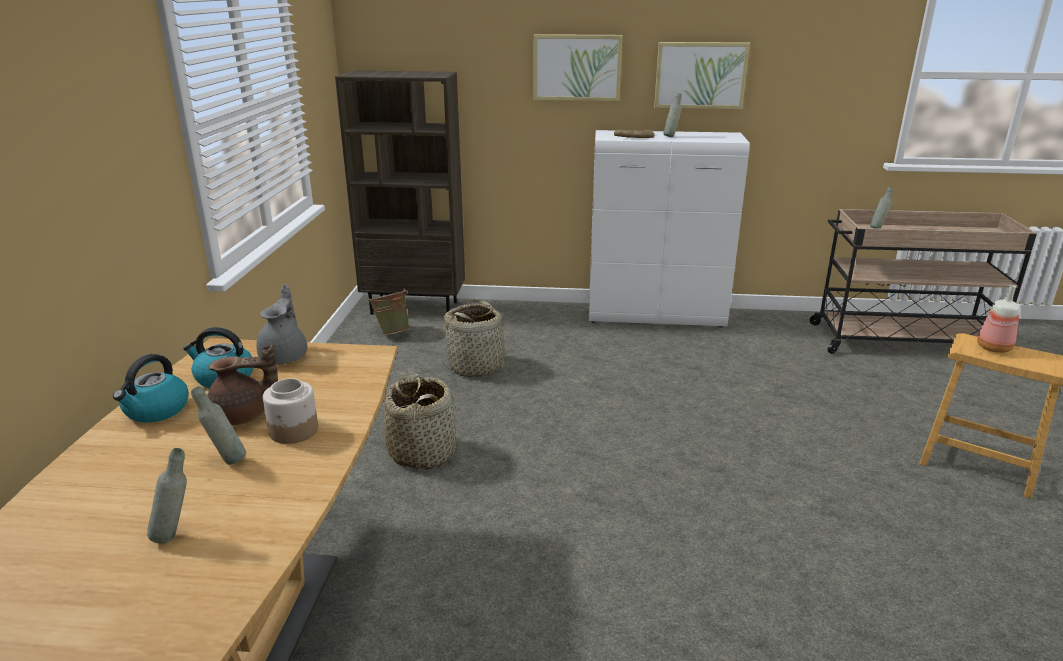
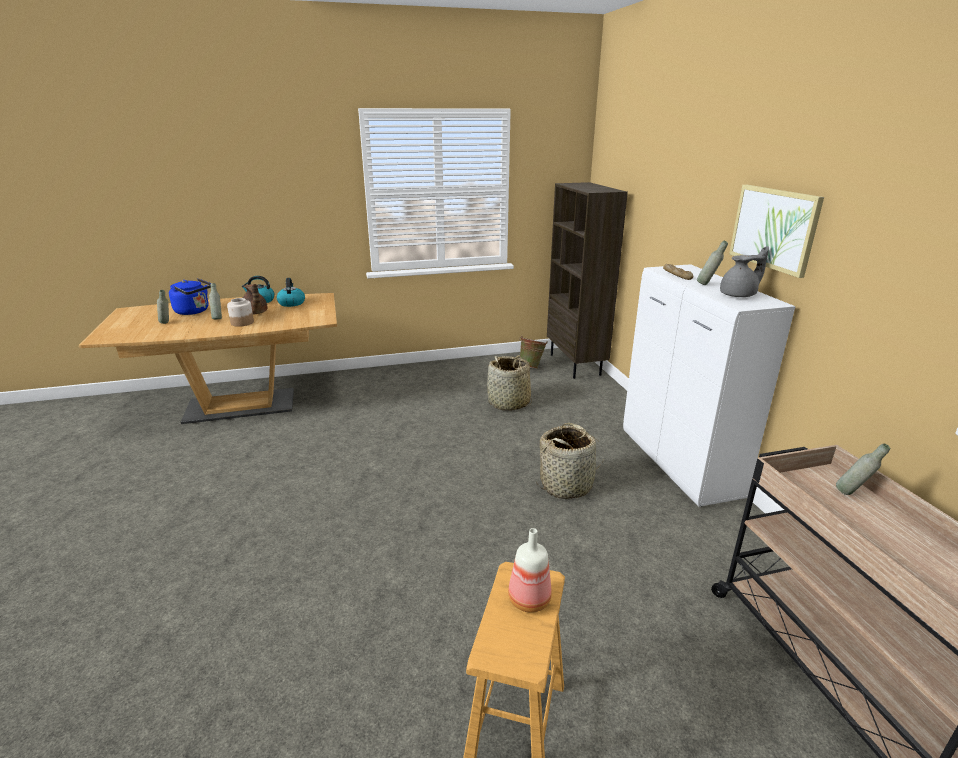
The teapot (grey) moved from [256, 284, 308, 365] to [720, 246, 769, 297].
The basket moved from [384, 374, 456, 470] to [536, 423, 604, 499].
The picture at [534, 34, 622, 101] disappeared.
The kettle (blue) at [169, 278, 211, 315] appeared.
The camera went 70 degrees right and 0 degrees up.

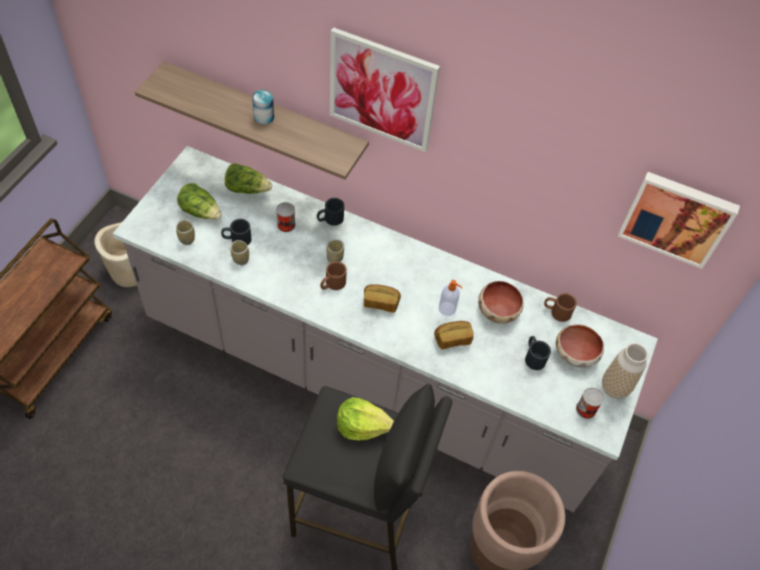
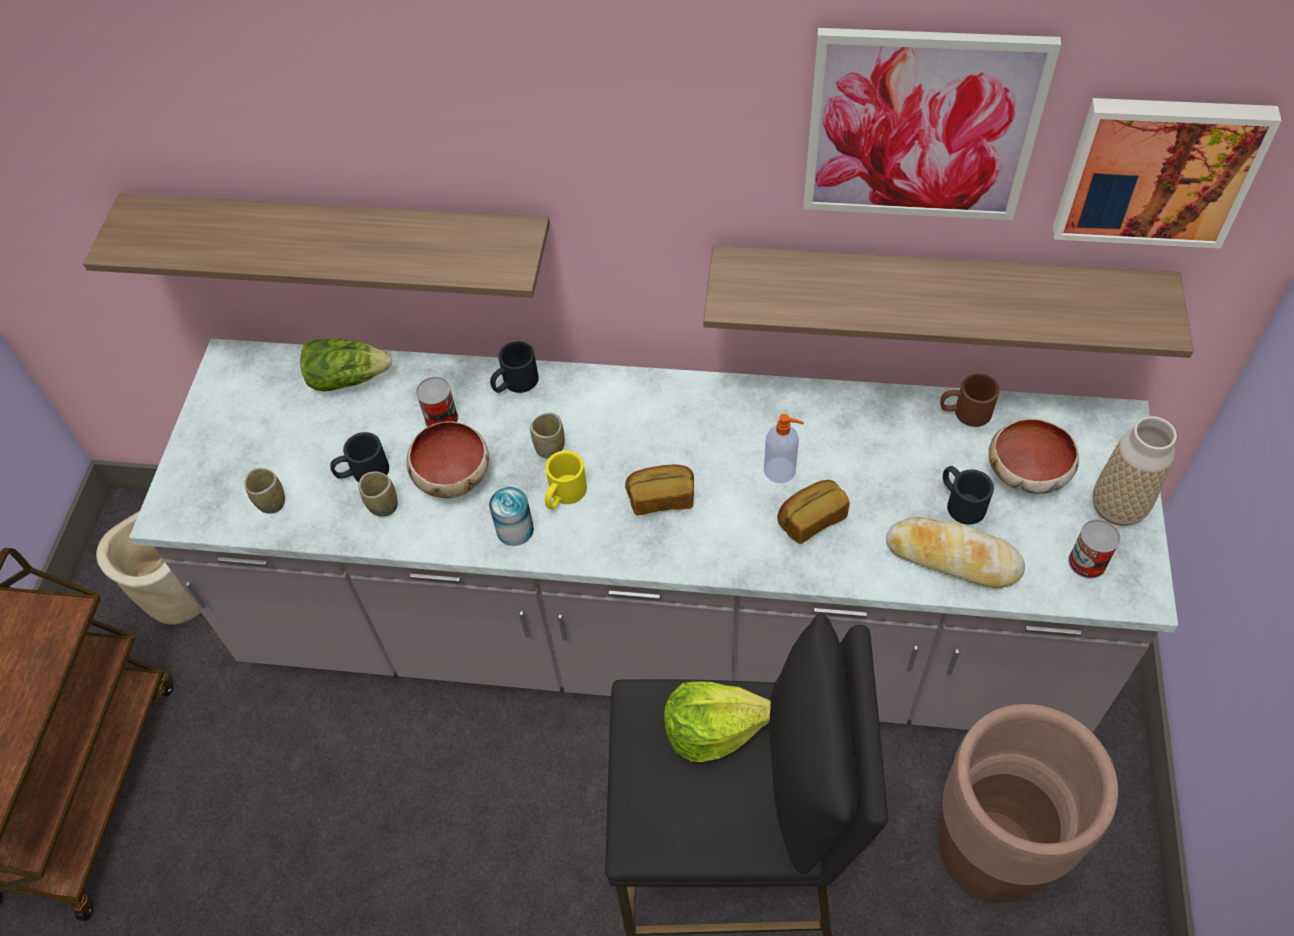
The lettuce at [177, 183, 222, 220] disappeared.
The can moved from [252, 90, 274, 124] to [489, 487, 534, 546].
The mug (brown) at [320, 261, 347, 290] became the mug (yellow) at [545, 451, 587, 510].
The picture moved from [330, 27, 440, 152] to [803, 28, 1061, 220].
The bowl moved from [478, 281, 524, 324] to [406, 421, 489, 498].
The shelf at [703, 246, 1194, 358] appeared.
The bread at [886, 517, 1025, 588] appeared.
The camera went 10 degrees left and 0 degrees up.

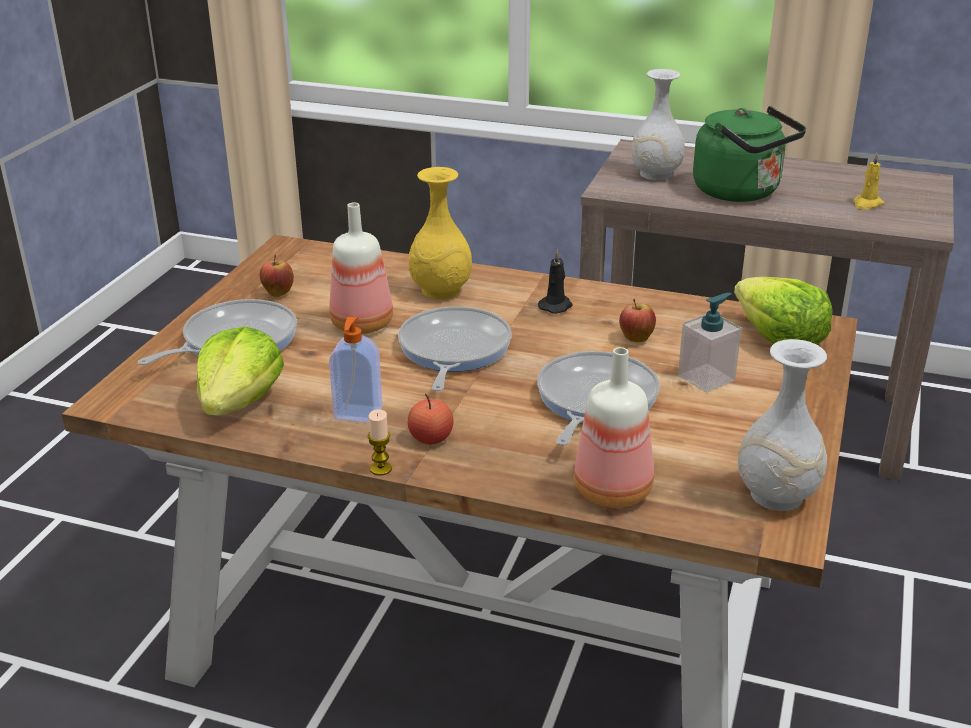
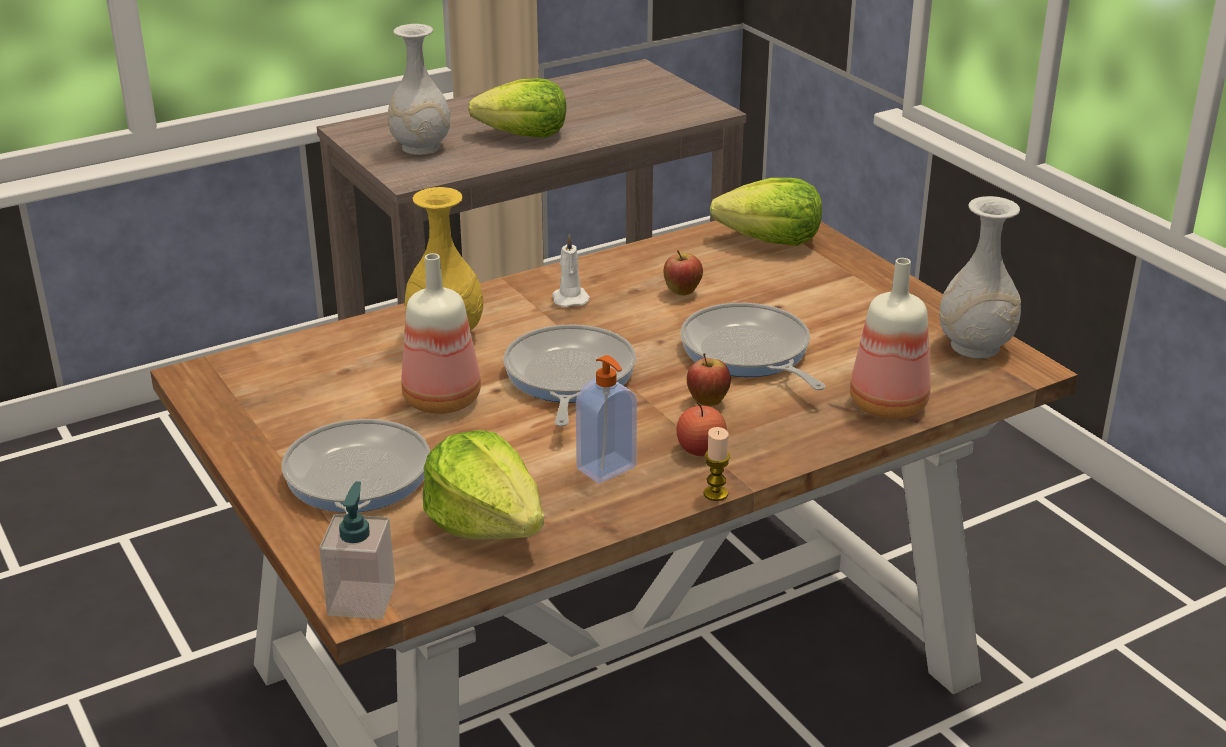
The apple moved from [260, 255, 294, 297] to [687, 353, 731, 406].
The frying pan at [398, 306, 511, 391] turned 45 degrees clockwise.
The candle (black) at [538, 249, 573, 314] became the candle (white) at [552, 234, 590, 307].
The soap dispenser moved from [678, 293, 742, 393] to [319, 481, 395, 619].
The kettle (green) at [693, 106, 806, 202] was replaced by the lettuce at [468, 78, 566, 138].
The candle (yellow) at [853, 153, 884, 210] disappeared.
The camera went 50 degrees left and 0 degrees up.

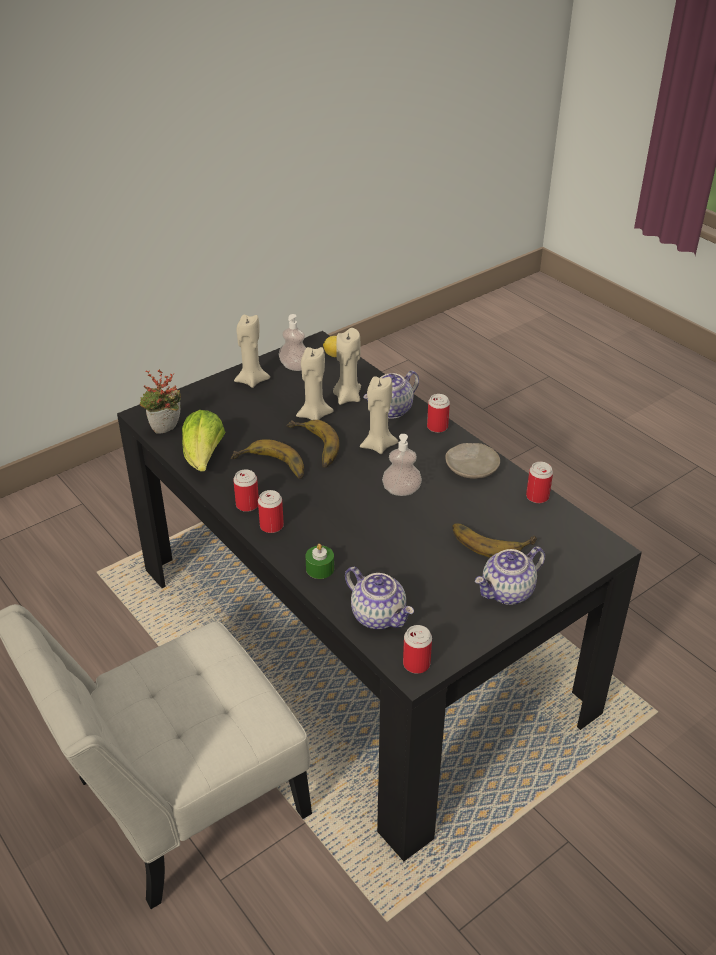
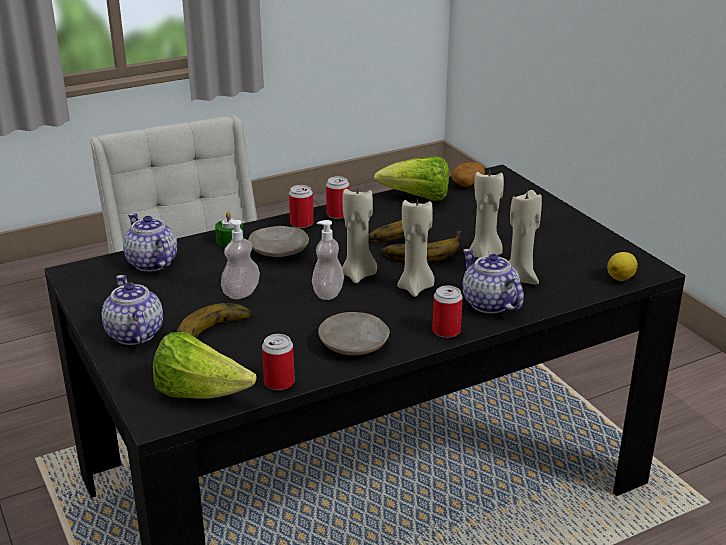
The potted plant at [140, 369, 181, 433] was replaced by the potato at [451, 162, 485, 187].
The candle (beige) moved from [234, 315, 270, 388] to [342, 186, 377, 284].
The soap dispenser moved from [278, 314, 306, 371] to [221, 220, 260, 299].
The teapot at [345, 567, 414, 629] turned 90 degrees clockwise.
The can at [403, 625, 432, 674] disappeared.
The lettuce at [153, 332, 257, 398] appeared.
The plate (beige) at [248, 226, 309, 257] appeared.
The camera went 100 degrees right and 10 degrees down.

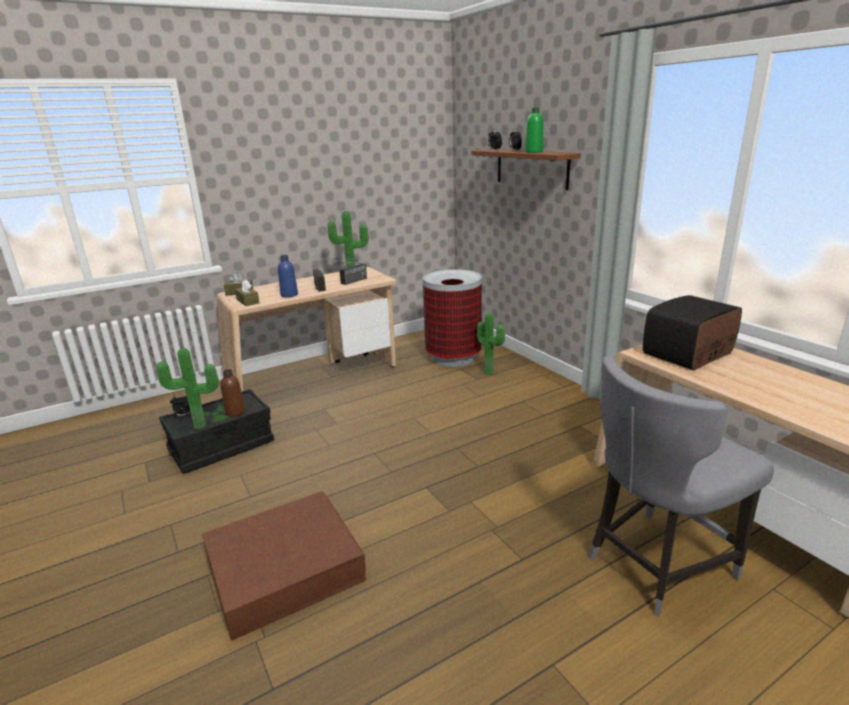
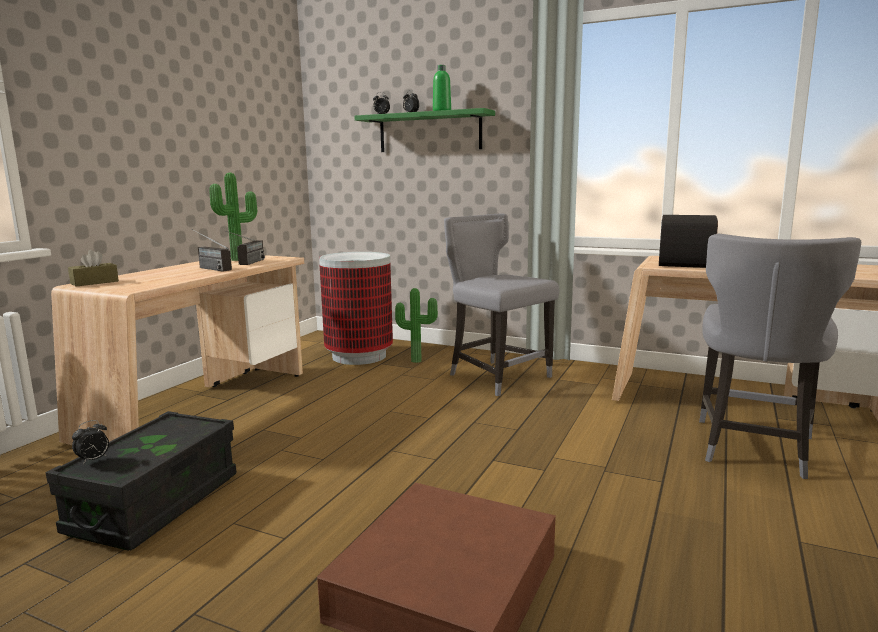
The potted plant at [156, 348, 219, 429] disappeared.
The bottle (brown) at [220, 369, 245, 417] disappeared.
The tissue box (brown) at [235, 279, 259, 306] disappeared.
The bottle (blue) at [278, 255, 298, 297] disappeared.
The shelf (brown) at [471, 149, 581, 190] became the shelf (green) at [354, 108, 495, 152].
The chair (grey) at [444, 214, 559, 396] appeared.
The camera went 35 degrees left and 10 degrees down.

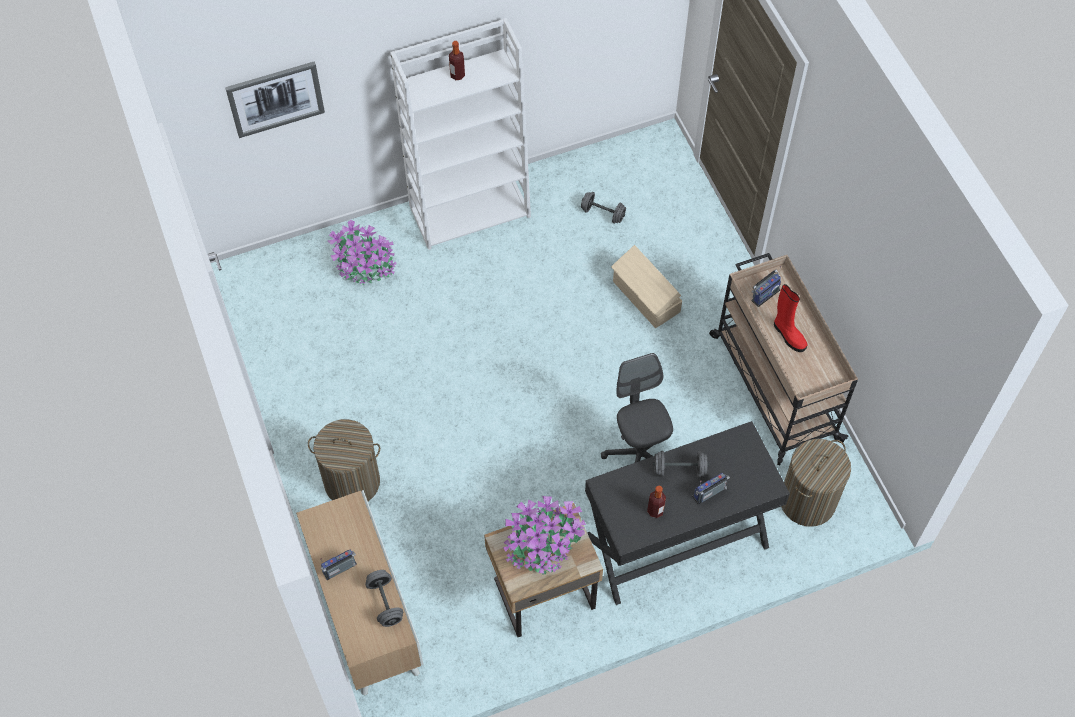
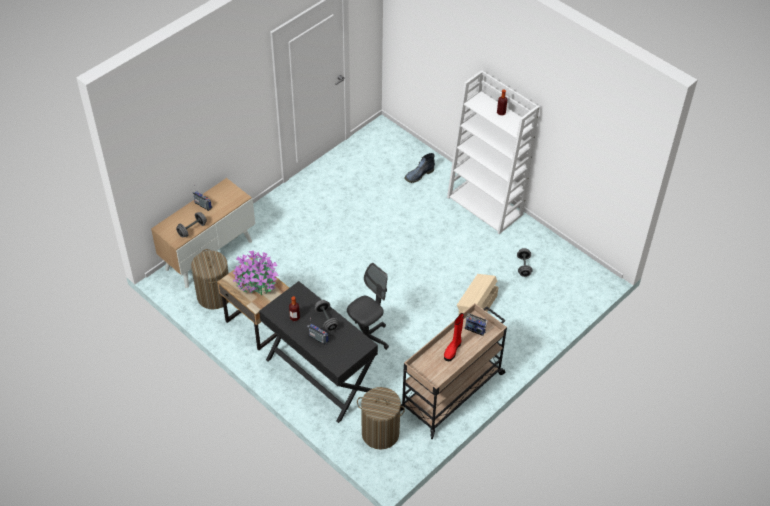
The picture at [225, 61, 325, 138] disappeared.
The laundry basket moved from [308, 419, 380, 501] to [191, 249, 229, 309].
The potted plant at [328, 220, 397, 285] was replaced by the boot at [404, 153, 435, 183].
The camera went 65 degrees right and 10 degrees down.

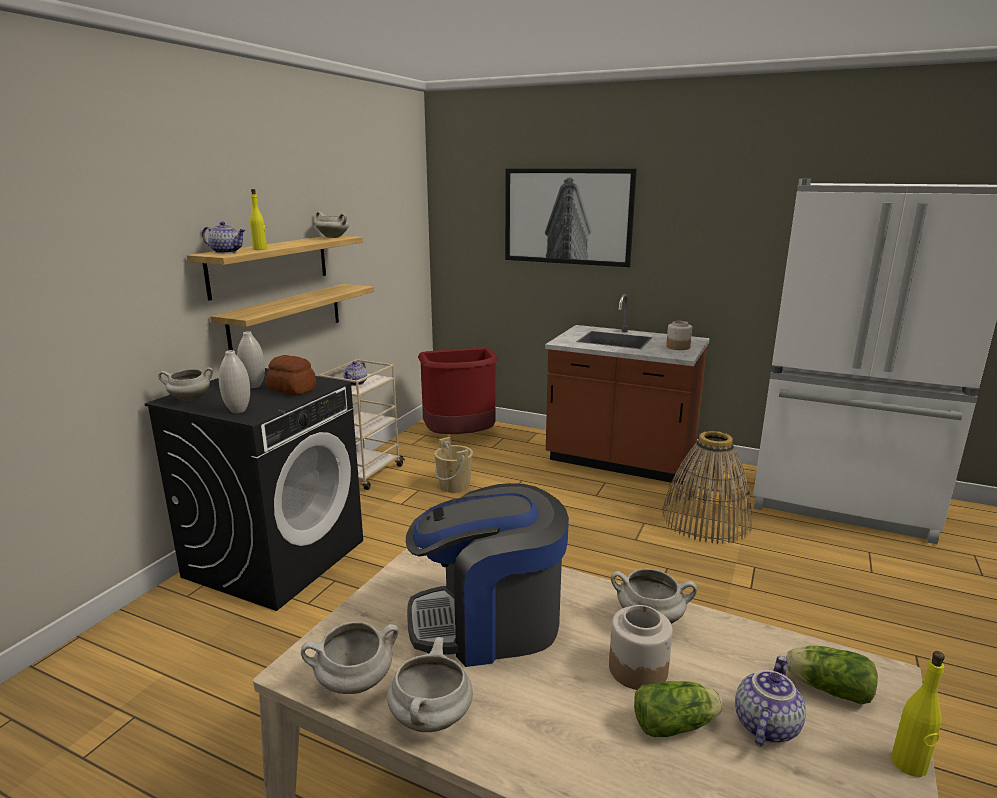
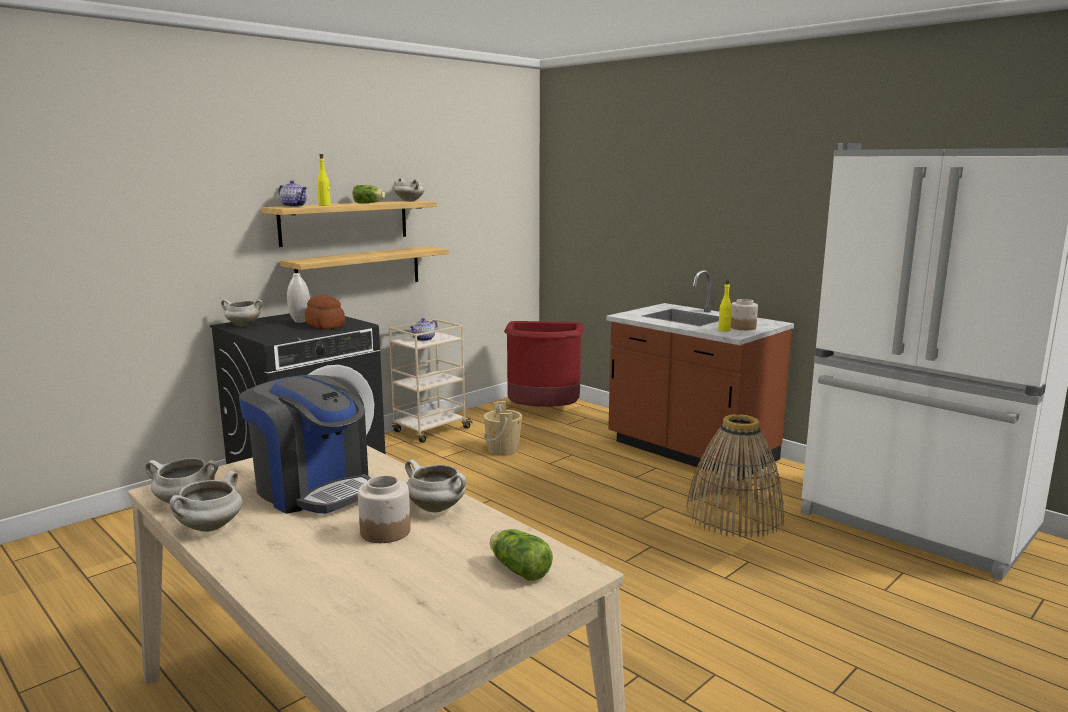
The vase (white) at [219, 350, 250, 413] disappeared.
The coffee machine at [406, 483, 569, 667] turned 150 degrees counterclockwise.
The picture at [505, 168, 637, 267] disappeared.
The lettuce moved from [634, 681, 723, 737] to [352, 185, 385, 203].
The teapot at [735, 656, 806, 746] disappeared.
The bottle (yellow) moved from [891, 651, 945, 777] to [718, 280, 732, 332].
The camera went 20 degrees right and 5 degrees down.

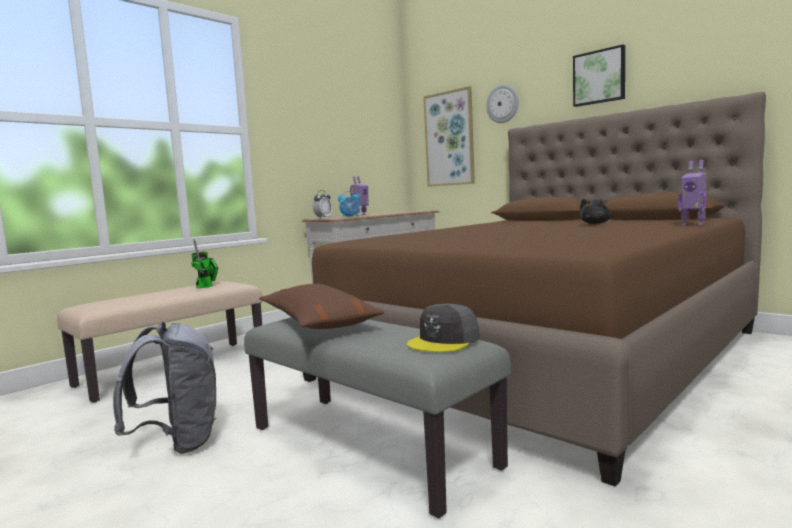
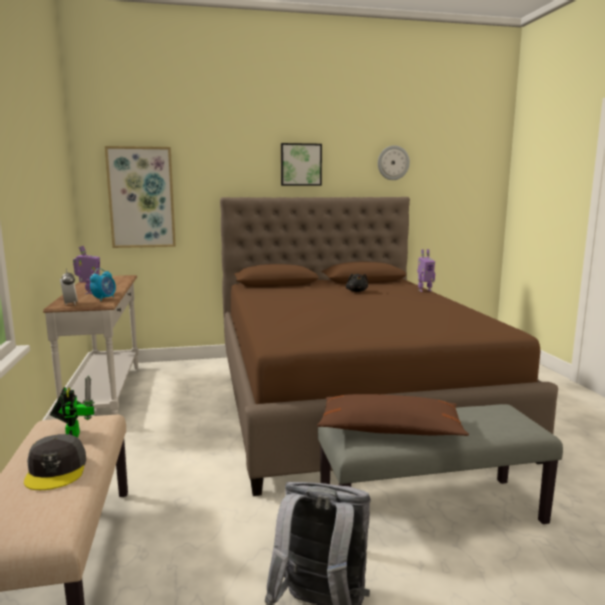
The cap (grey) moved from [407, 304, 480, 352] to [24, 434, 86, 490].
The wall clock moved from [486, 84, 519, 123] to [378, 145, 410, 180].
The camera went 55 degrees left and 5 degrees up.

